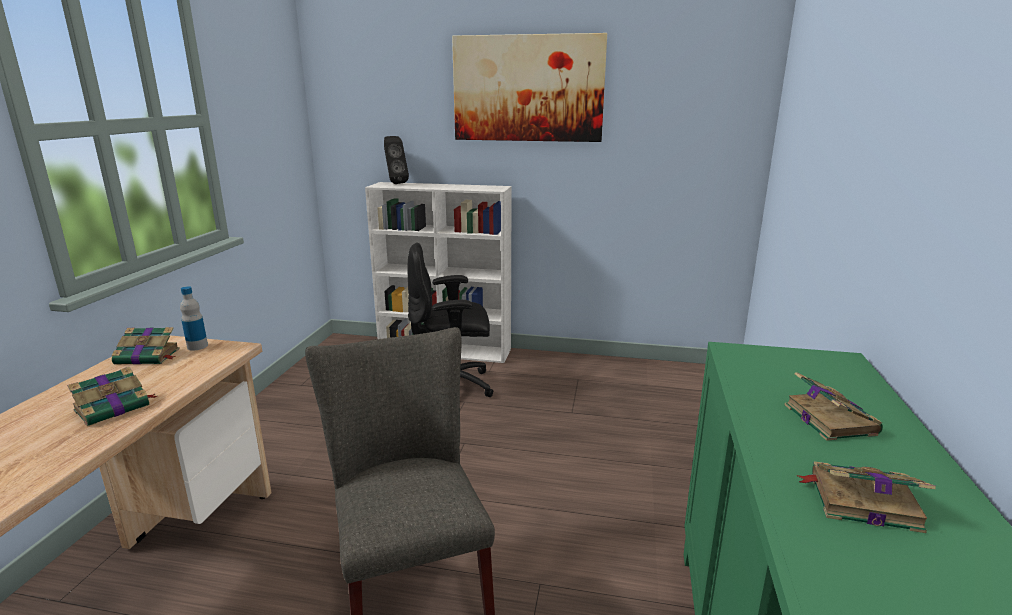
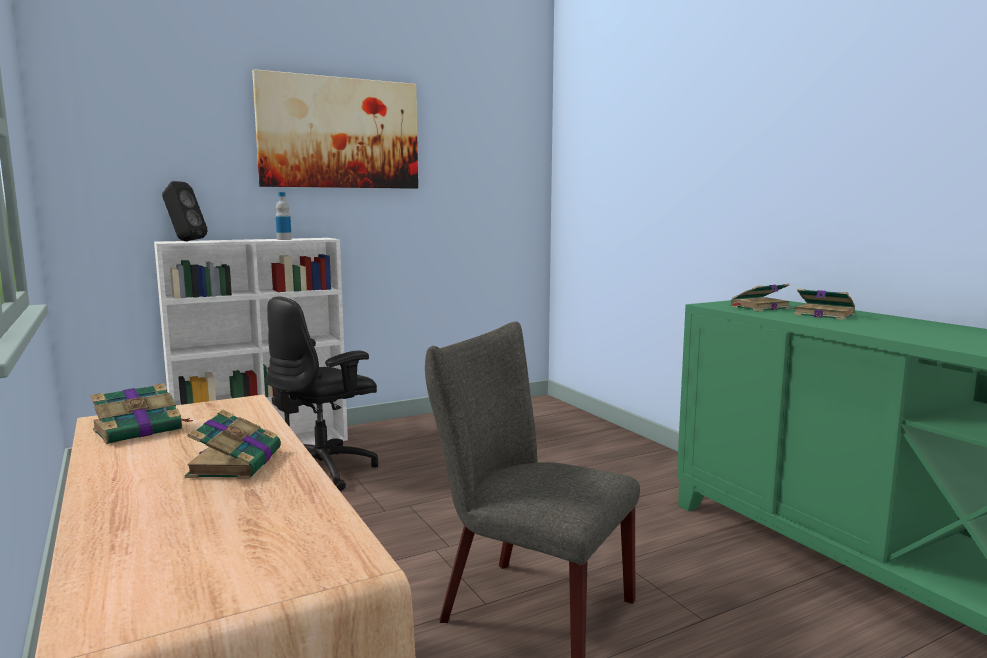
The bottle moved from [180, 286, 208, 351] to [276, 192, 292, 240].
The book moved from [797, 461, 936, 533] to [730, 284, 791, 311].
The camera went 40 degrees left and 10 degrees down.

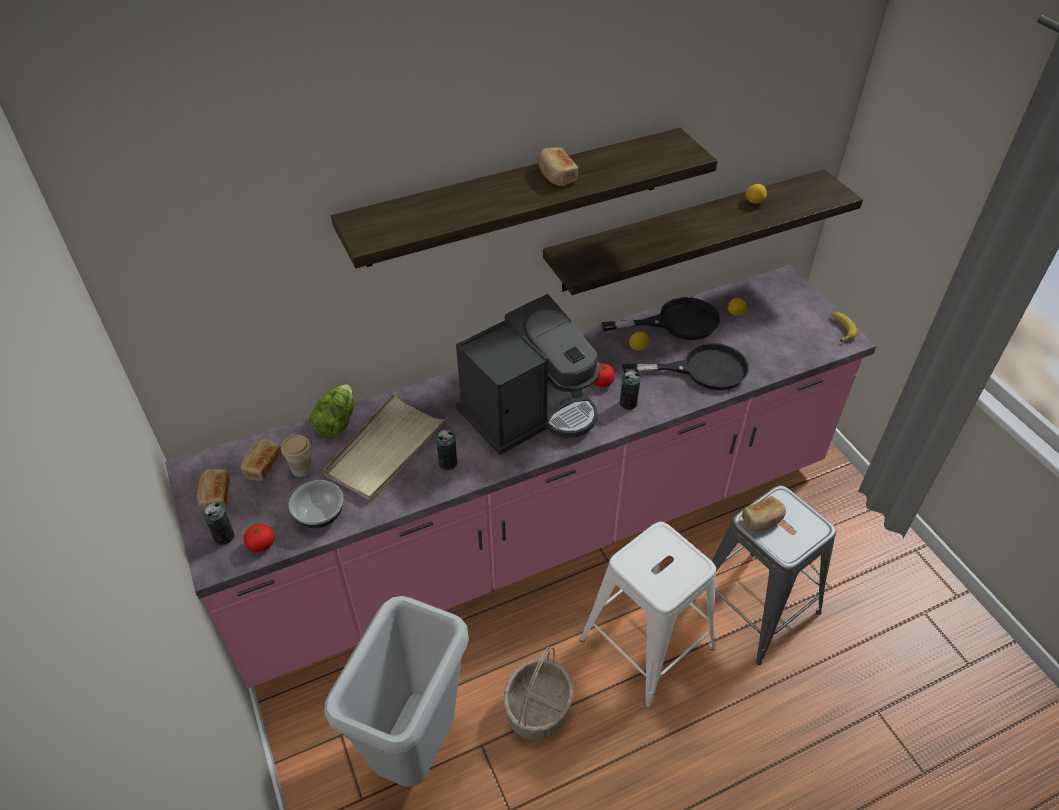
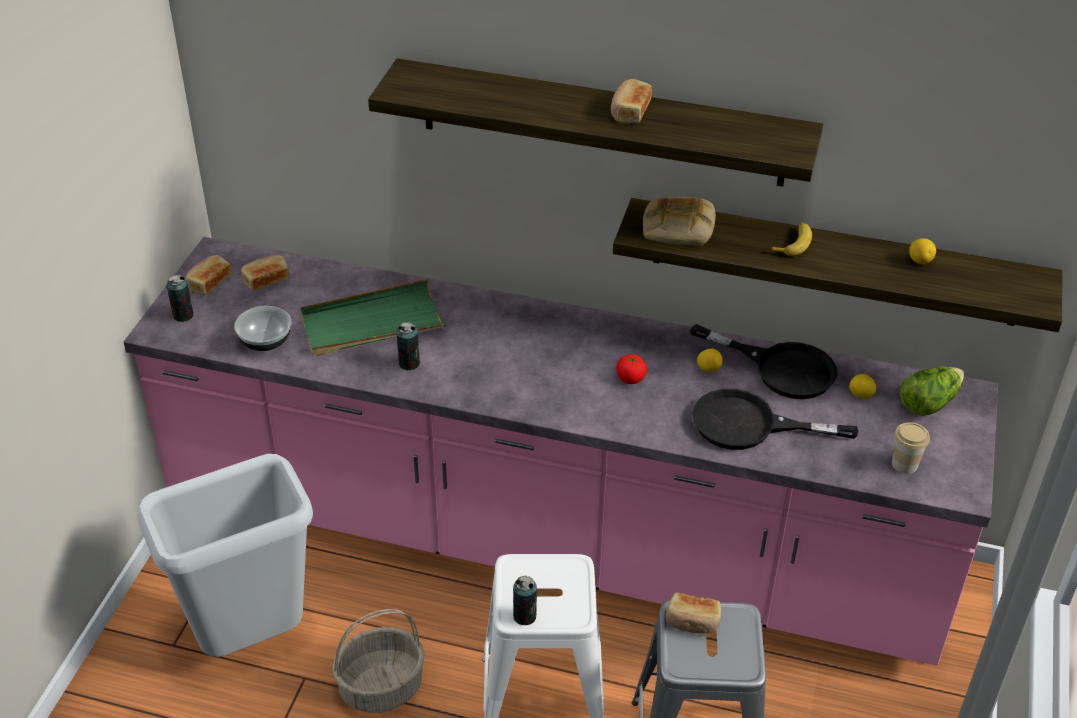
The tomato at [244, 524, 274, 552] disappeared.
The cup moved from [281, 435, 313, 477] to [892, 422, 930, 474].
The lettuce moved from [310, 384, 354, 436] to [900, 366, 964, 416].
The tray (beige) at [323, 392, 447, 501] became the tray (green) at [300, 279, 446, 356].
The coffee machine at [455, 294, 600, 455] disappeared.
The can moved from [620, 371, 640, 410] to [513, 576, 537, 625].
The frying pan (black) at [622, 343, 749, 390] turned 150 degrees clockwise.
The banana moved from [831, 312, 857, 342] to [770, 222, 812, 256].
The bread at [643, 197, 716, 246] appeared.
The camera went 40 degrees right and 5 degrees down.

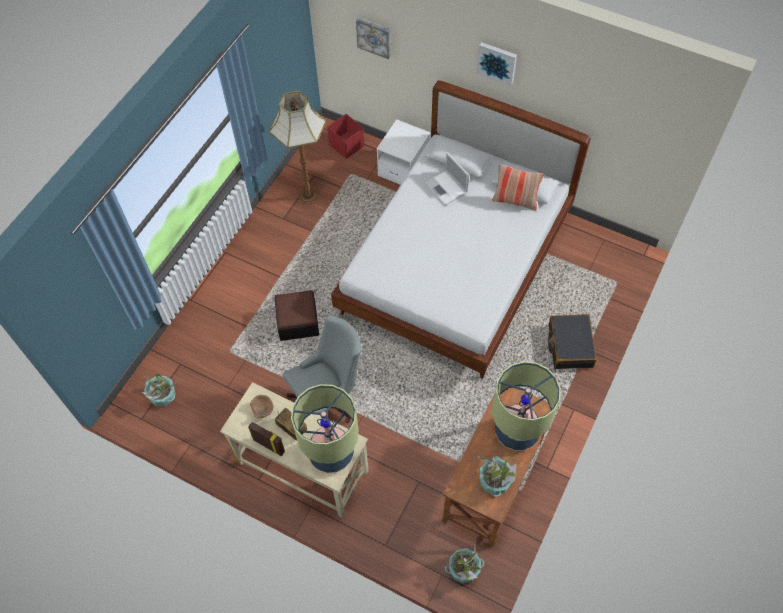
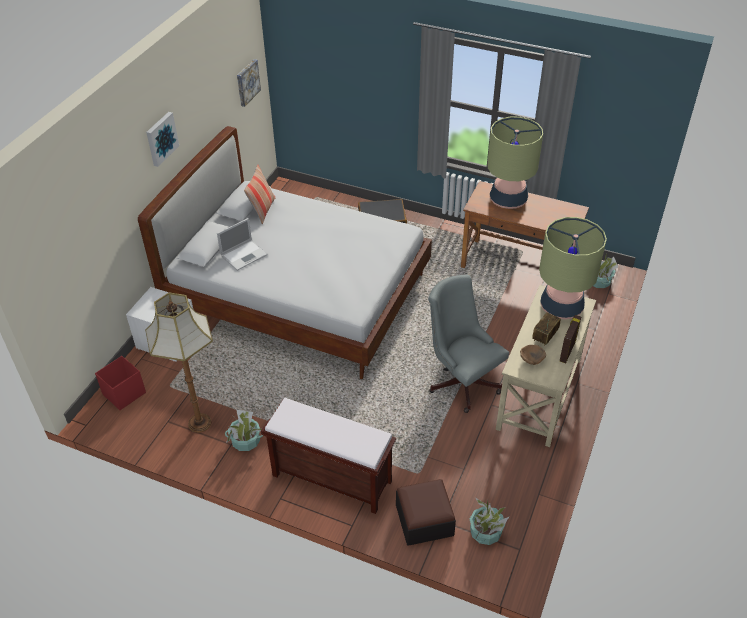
The ottoman moved from [274, 290, 319, 341] to [396, 479, 456, 546].
The picture moved from [356, 18, 391, 59] to [237, 59, 261, 107].
The potted plant moved from [477, 456, 517, 497] to [225, 410, 263, 451].
The bench (brown) at [261, 398, 396, 514] appeared.
The camera went 95 degrees left and 15 degrees down.

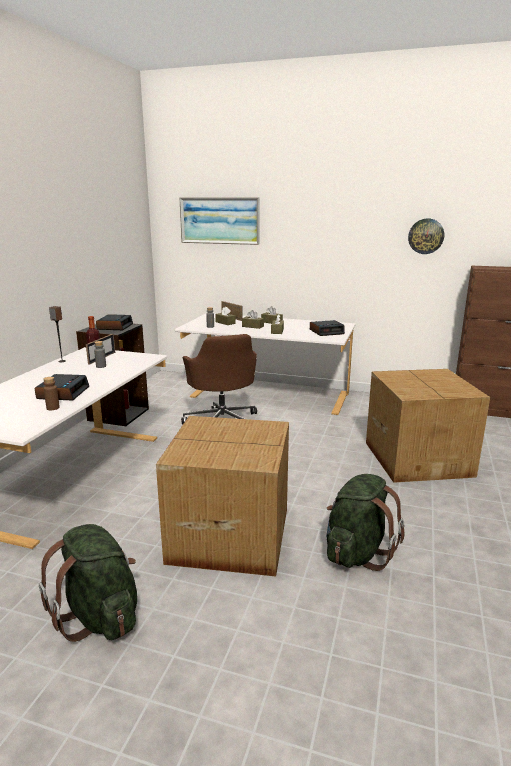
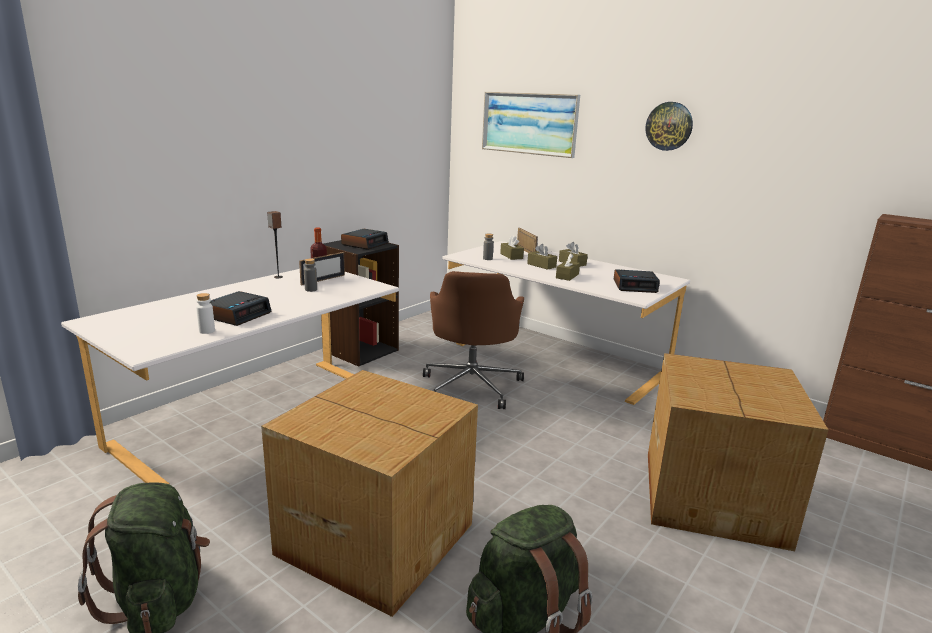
The bottle (brown) at [43, 377, 60, 410] became the bottle (white) at [196, 293, 215, 334].
The wall clock moved from [408, 218, 444, 254] to [646, 102, 693, 151].
The camera went 20 degrees right and 0 degrees up.

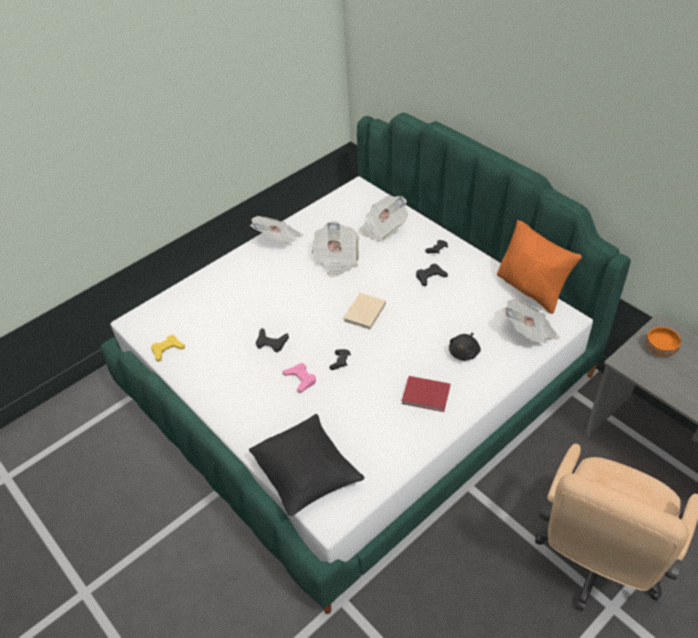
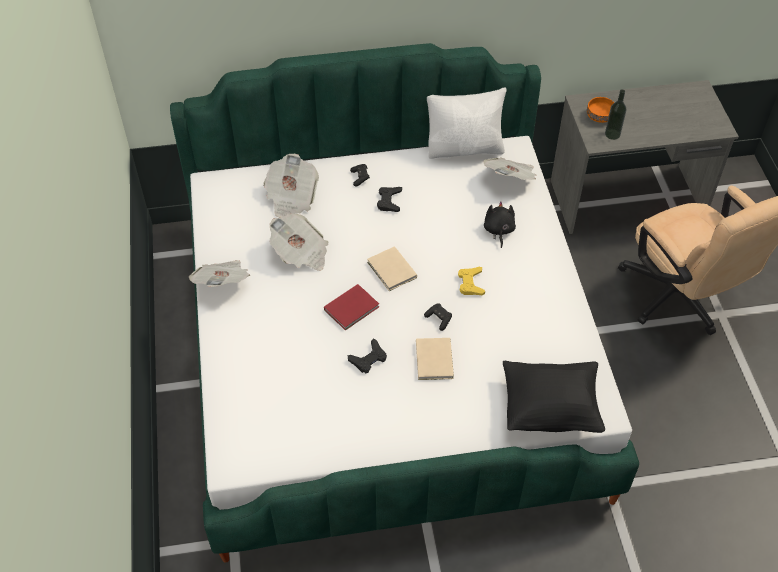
The game controller (yellow) moved from [151, 335, 185, 362] to [458, 267, 485, 295].
The game controller (pink) at [282, 363, 316, 393] was replaced by the book (beige) at [416, 338, 454, 380].
The book (red) moved from [402, 376, 450, 412] to [324, 284, 379, 331].
The plush toy (black) at [449, 333, 481, 361] turned 150 degrees counterclockwise.
The pillow (orange) at [497, 220, 582, 314] became the pillow (white) at [427, 87, 507, 159].
The bottle at [605, 89, 626, 140] appeared.
The camera went 60 degrees left and 5 degrees up.

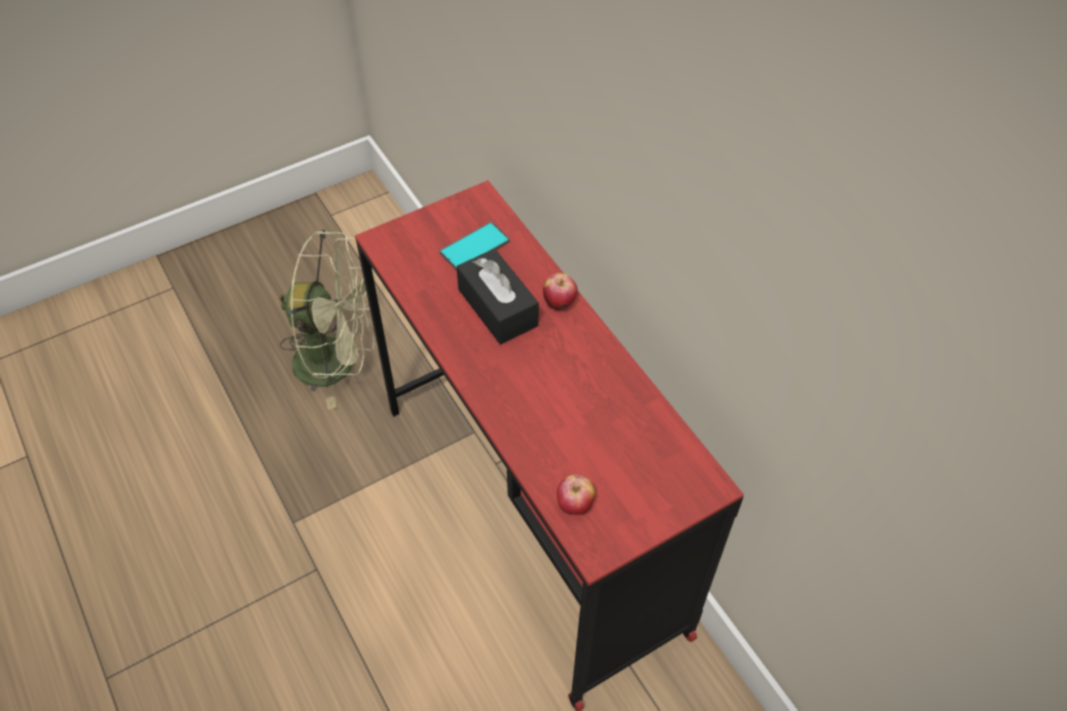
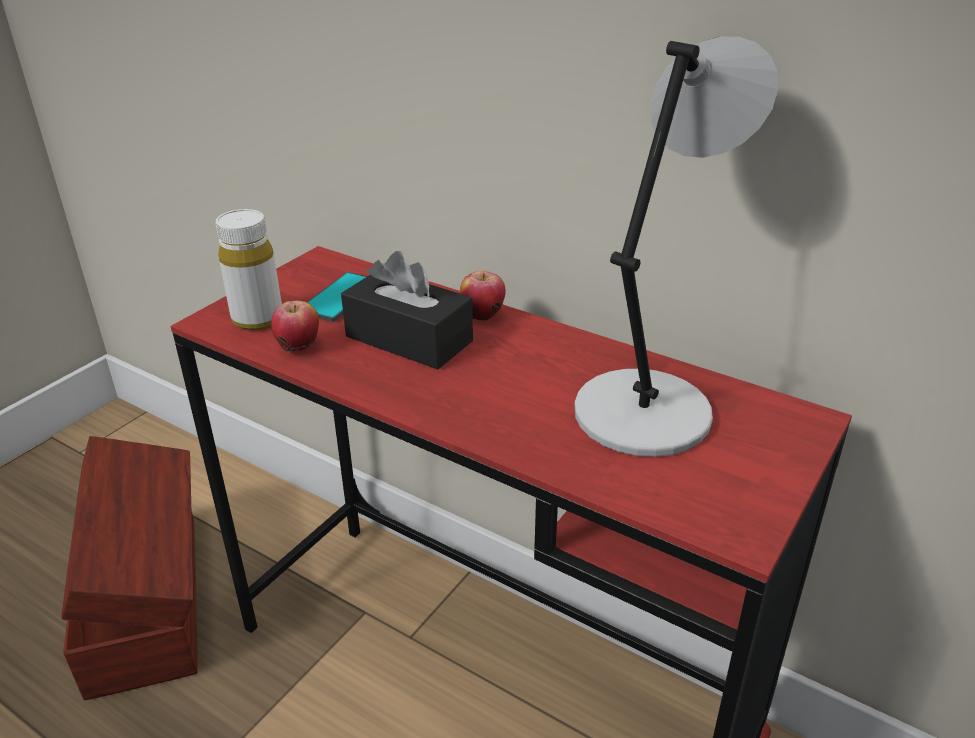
The fan (green) at [279, 230, 380, 410] was replaced by the storage box (brown) at [61, 436, 198, 700].
The apple moved from [557, 474, 596, 515] to [271, 300, 319, 352].
The bottle (white) at [215, 209, 282, 331] appeared.
The table lamp (grey) at [574, 37, 778, 457] appeared.
The camera went 25 degrees left and 20 degrees down.

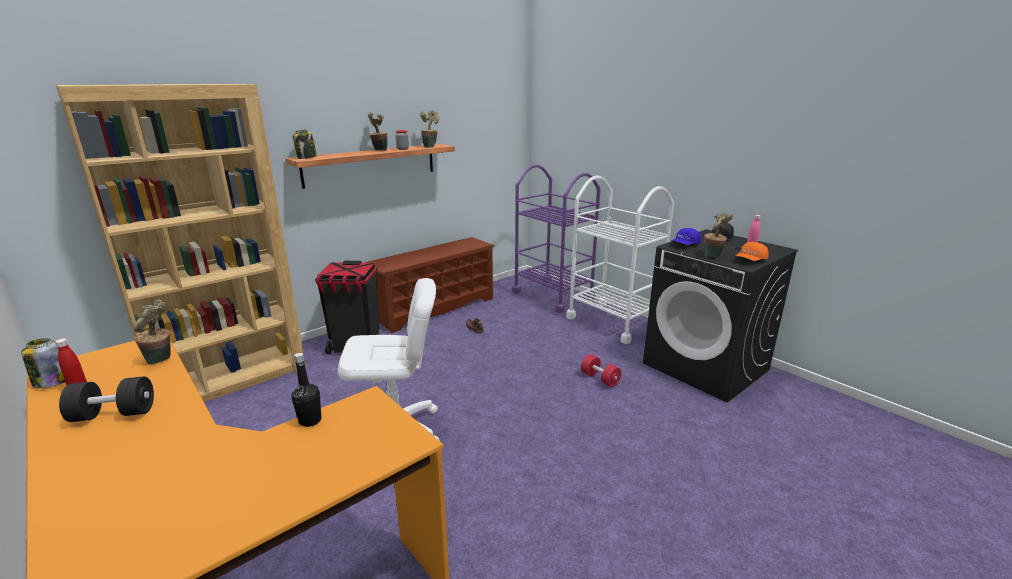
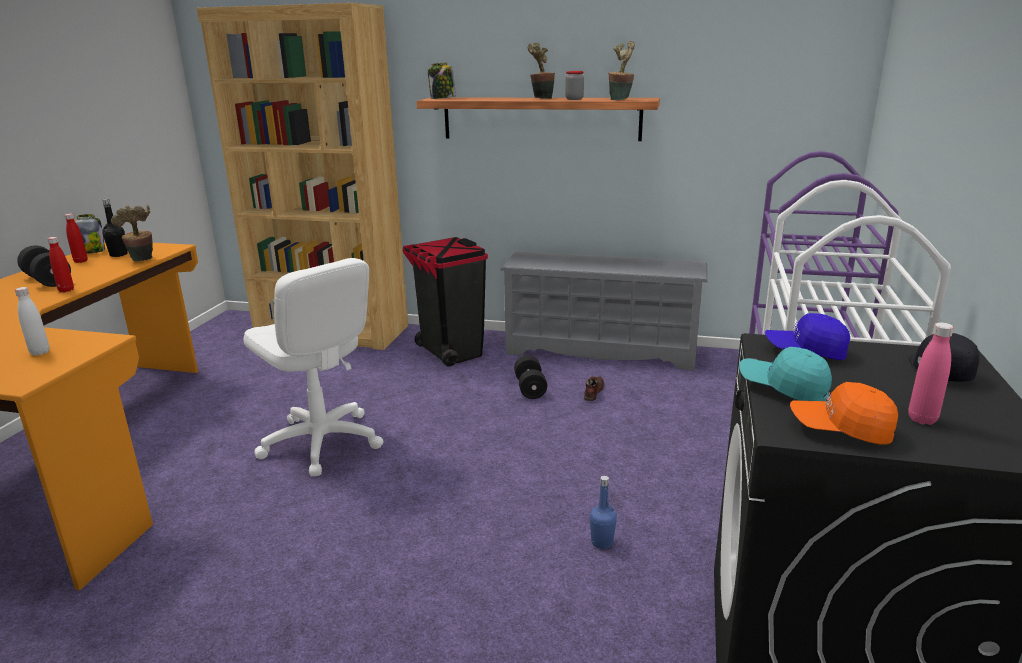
The bottle (black) moved from [291, 353, 321, 427] to [102, 199, 128, 257].
The shoe rack (brown) at [365, 237, 495, 333] became the shoe rack (grey) at [500, 252, 708, 370].
The dumbbell (red) at [581, 354, 622, 387] was replaced by the bottle (blue) at [590, 476, 617, 549].
The potted plant at [704, 212, 733, 257] was replaced by the cap (turquoise) at [739, 347, 832, 401].
The bottle (white) at [15, 287, 50, 356] appeared.
The bottle (red) at [47, 237, 74, 292] appeared.
The dumbbell (black) at [514, 355, 547, 399] appeared.
The camera went 55 degrees right and 0 degrees up.

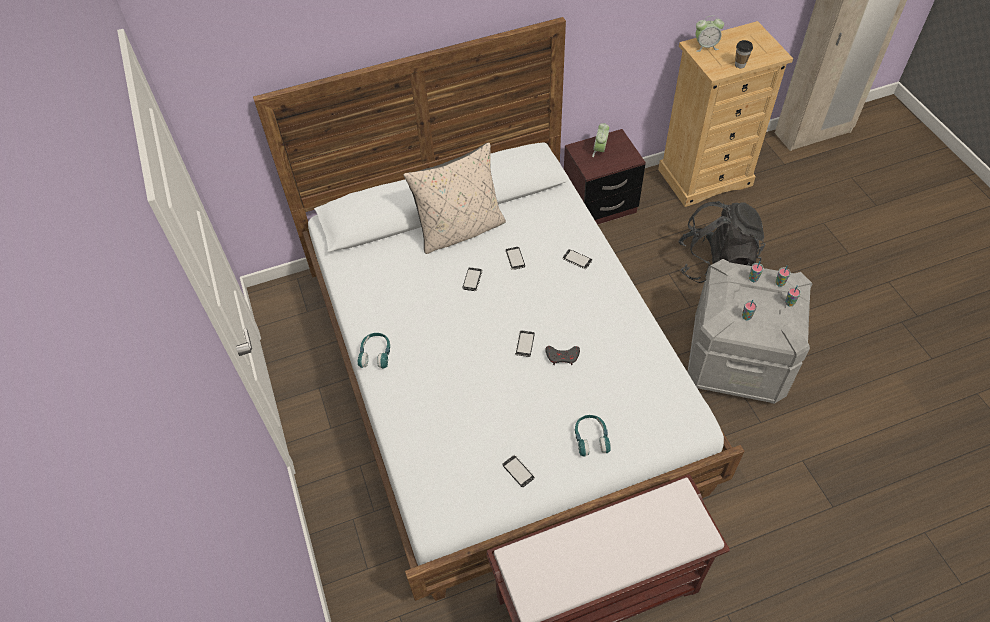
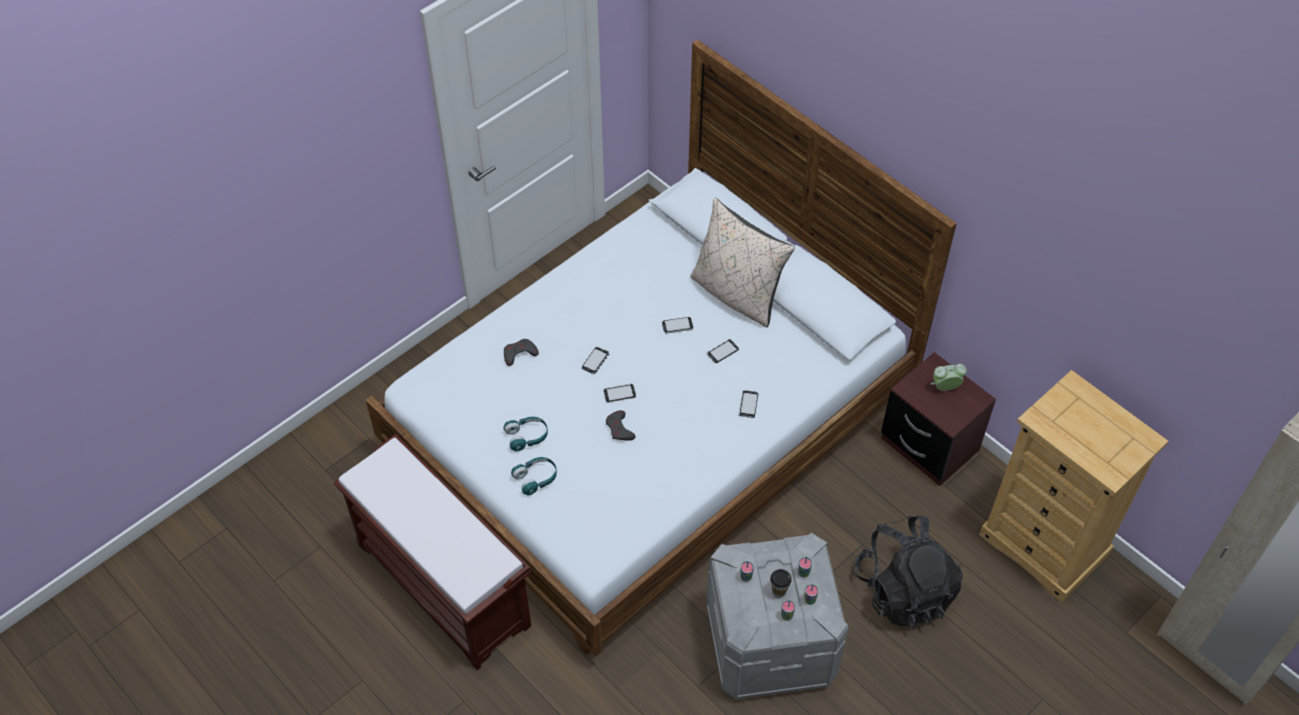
The headphones (turquoise) moved from [358, 333, 390, 369] to [504, 417, 548, 452].
The phone moved from [502, 455, 535, 487] to [582, 347, 610, 374].
The alarm clock at [696, 16, 724, 52] disappeared.
The cup moved from [735, 40, 753, 68] to [770, 569, 792, 598].
The game controller (grey) at [504, 339, 539, 366] appeared.
The camera went 65 degrees right and 0 degrees up.

